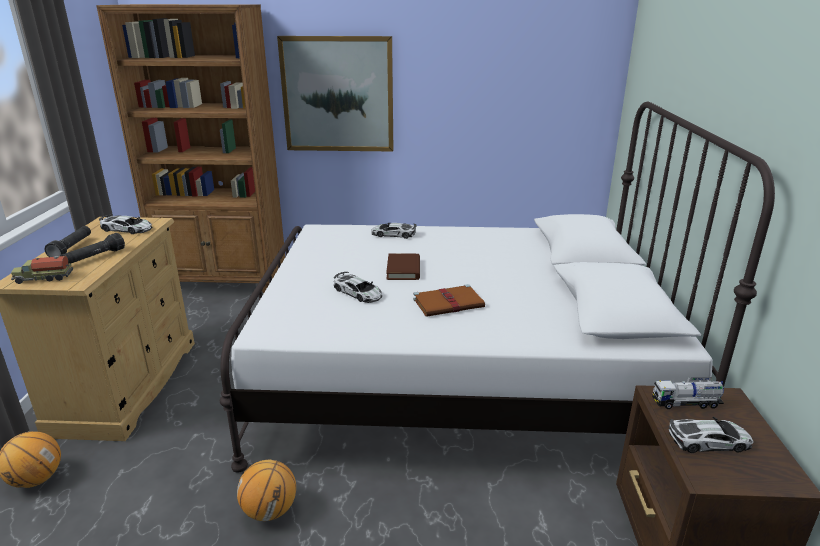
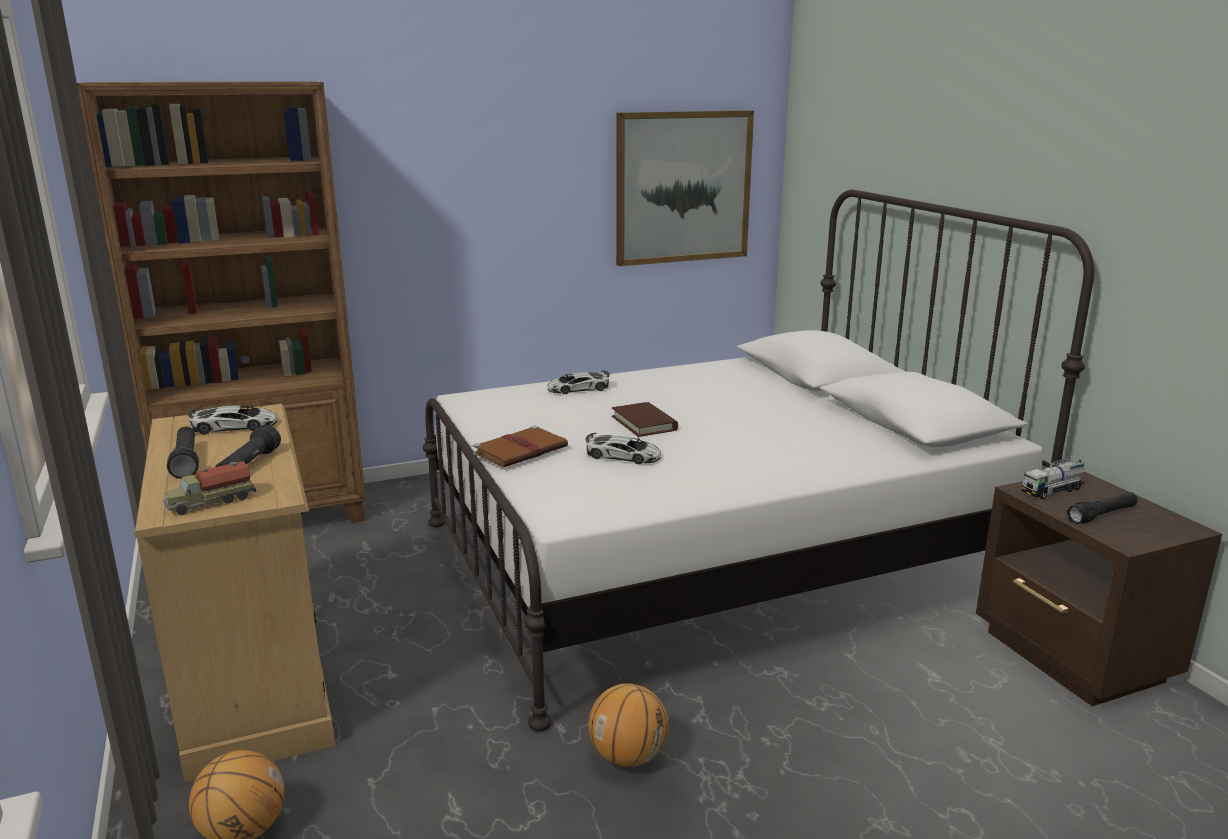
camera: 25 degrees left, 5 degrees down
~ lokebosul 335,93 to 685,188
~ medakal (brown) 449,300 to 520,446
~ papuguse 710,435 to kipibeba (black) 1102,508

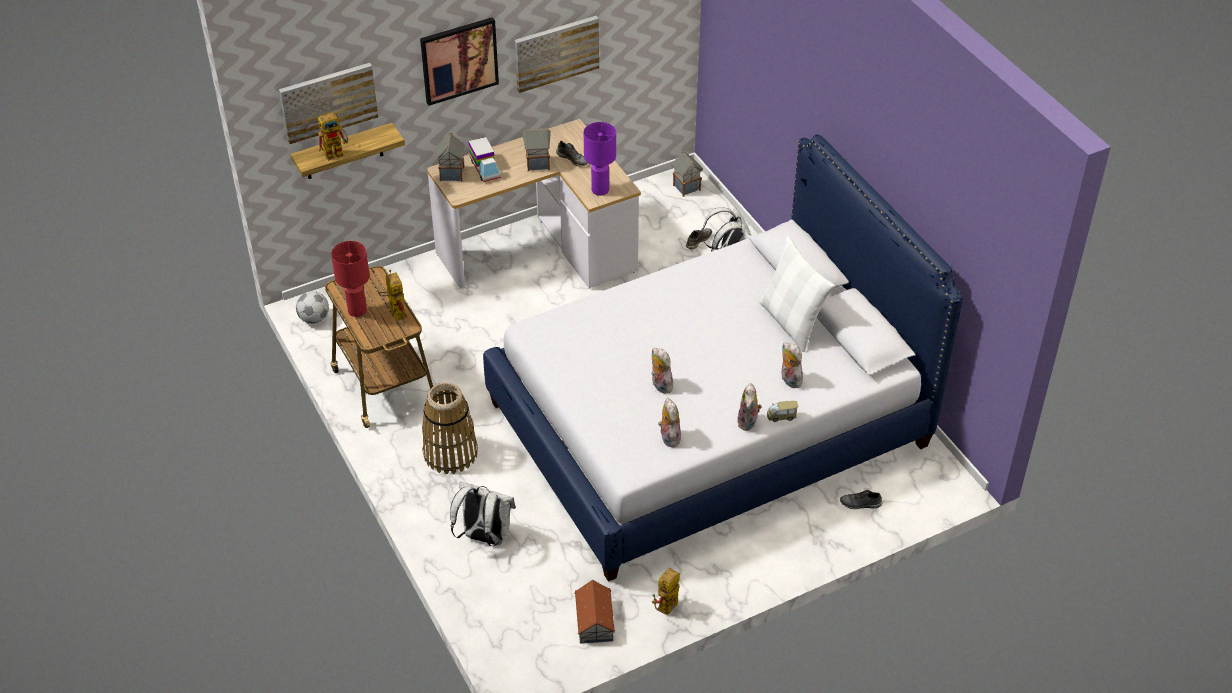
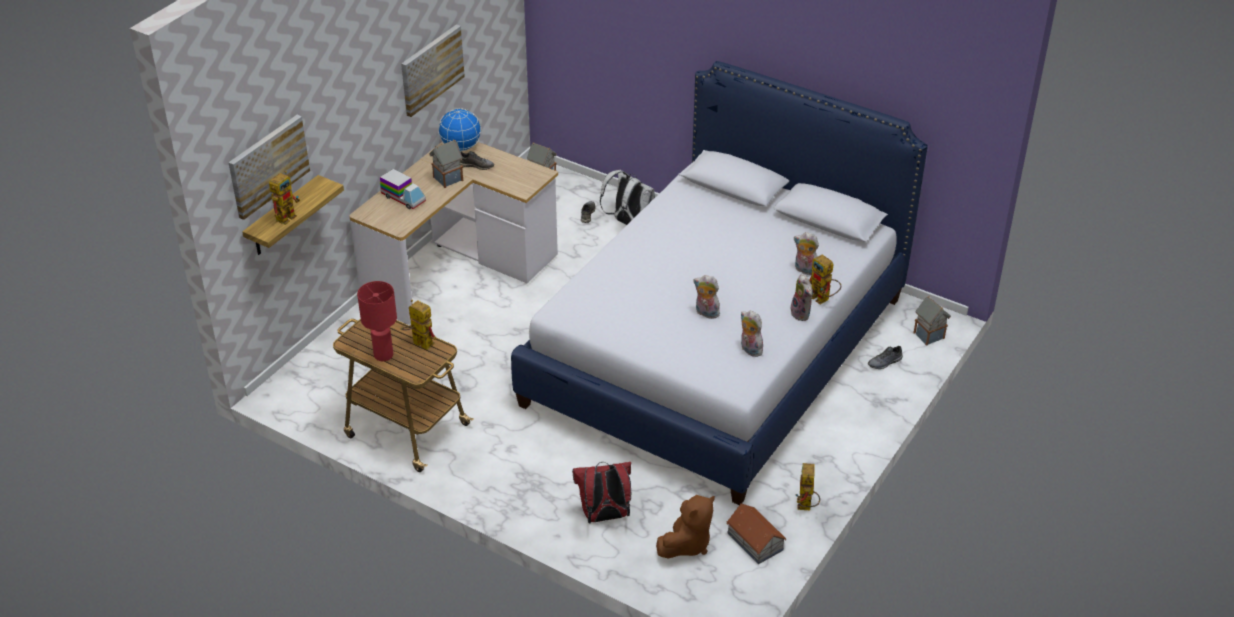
camera: 30 degrees left, 5 degrees down
- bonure 312,307
- lokebosul 459,61
- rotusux 450,428
- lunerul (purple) 600,159
- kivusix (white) 797,294
+ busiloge 459,129
+ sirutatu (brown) 685,527
~ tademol 450,157 to 932,320
~ papuguse 782,411 to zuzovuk 825,279
~ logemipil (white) 483,514 to logemipil (red) 601,493

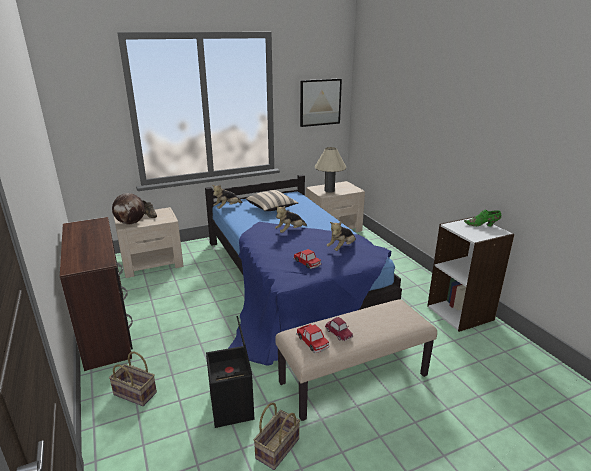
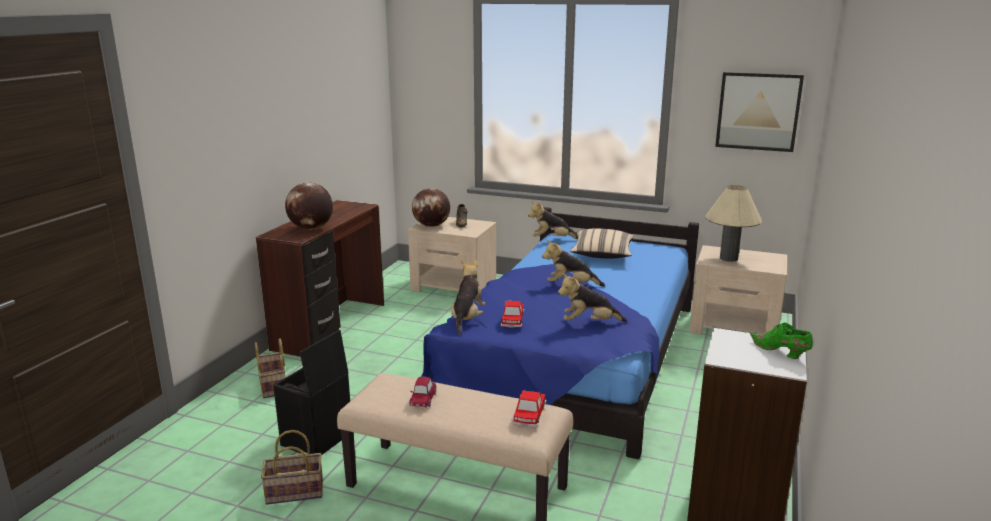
camera: 45 degrees right, 5 degrees down
+ busiloge 309,206
+ sirutatu 468,297
~ papuguse 313,338 to 529,408

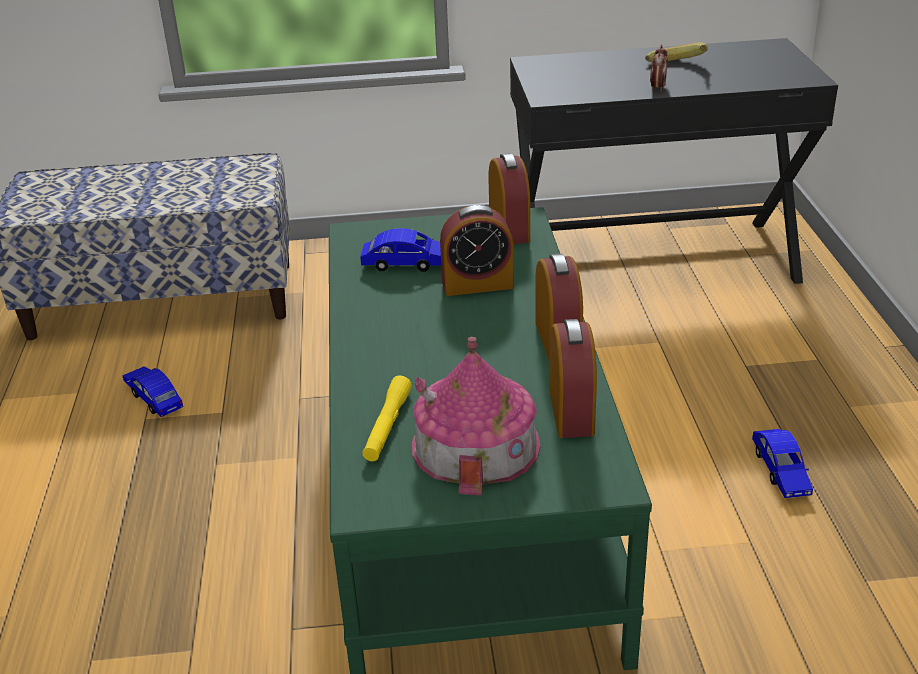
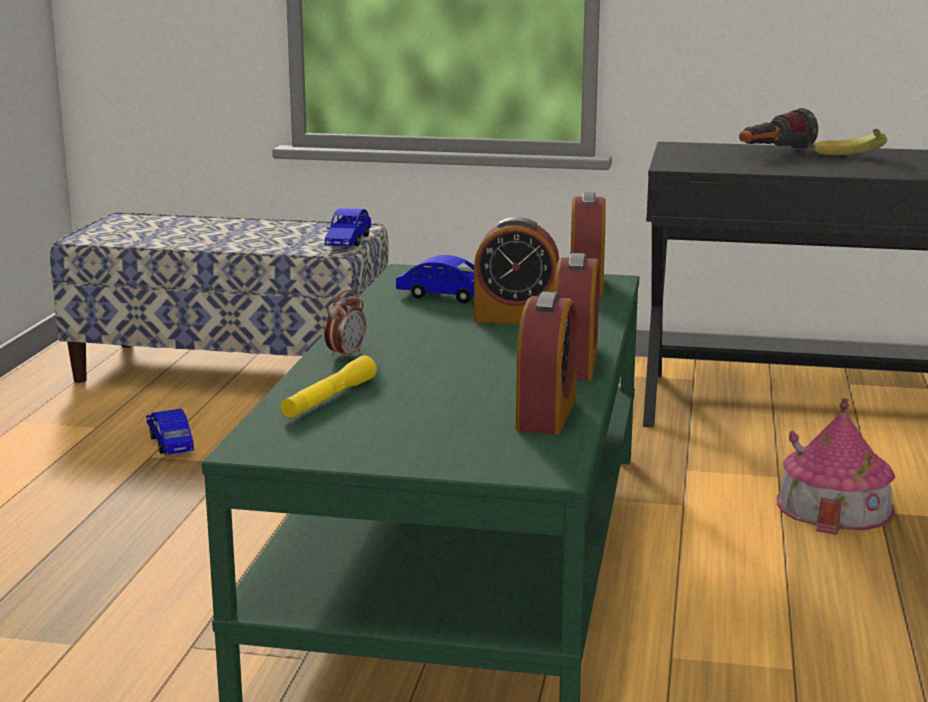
camera: 15 degrees right, 15 degrees down
+ kipibeba 778,129
~ tademol 476,416 to 836,466
~ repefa 659,68 to 345,325
~ papuguse (blue) 782,463 to 348,227

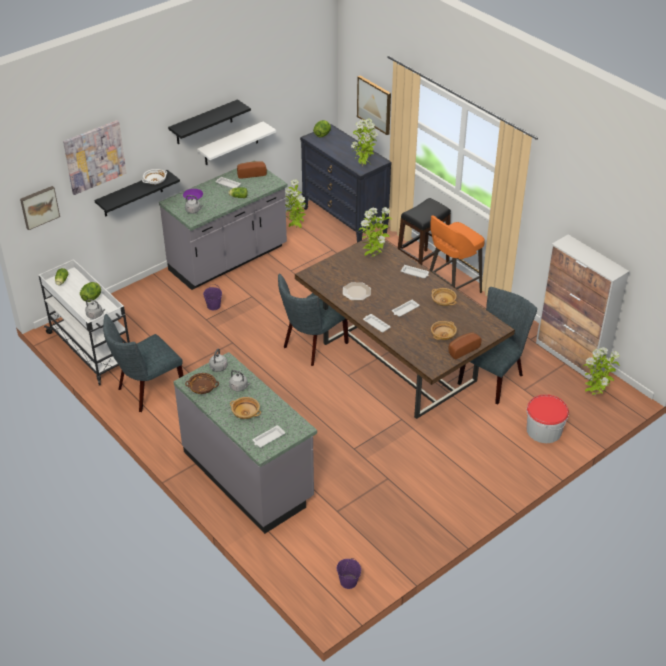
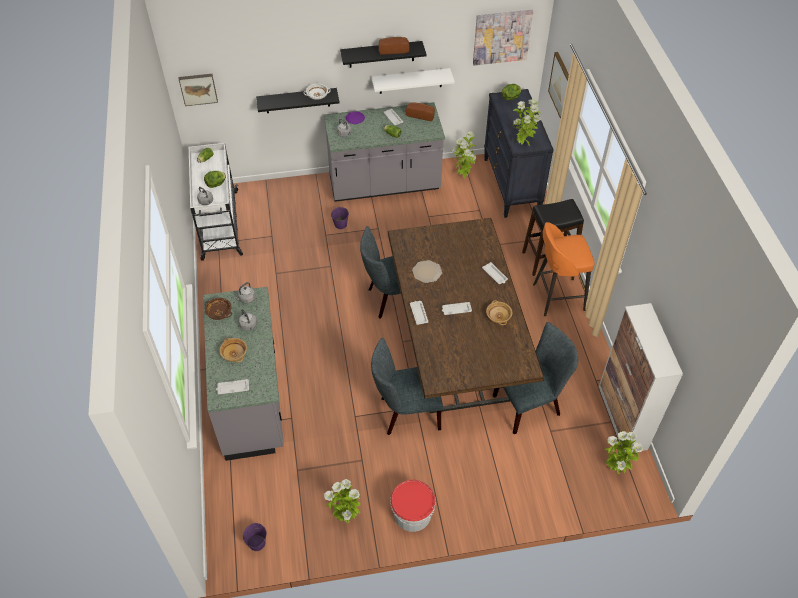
camera: 30 degrees right, 10 degrees up
- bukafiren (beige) 444,330
~ lokebosul 95,157 to 503,37
~ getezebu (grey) 143,363 to 407,386
~ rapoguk 375,232 to 342,501
~ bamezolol 465,346 to 394,46
~ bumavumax 547,418 to 413,506

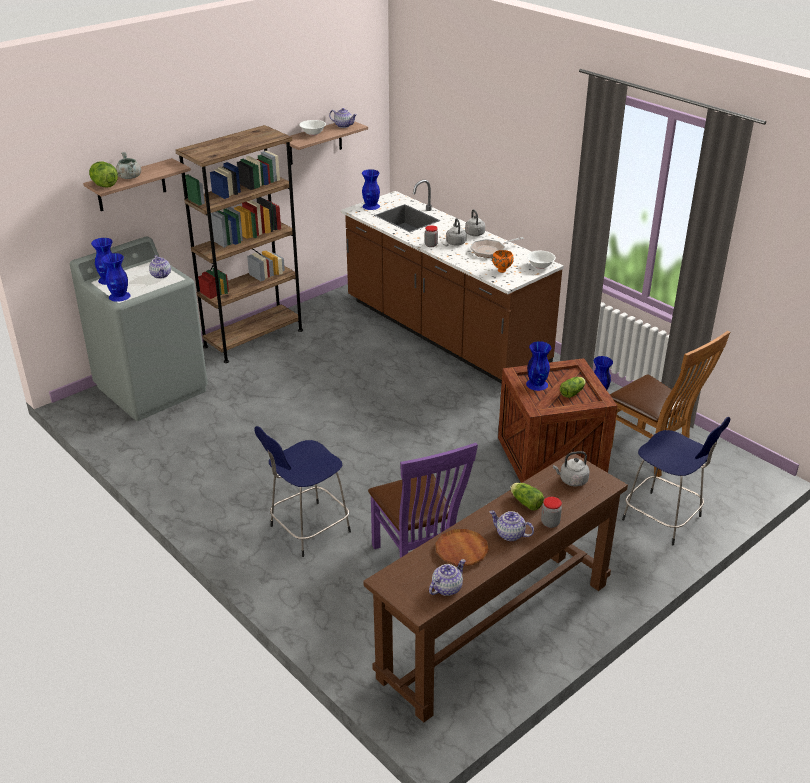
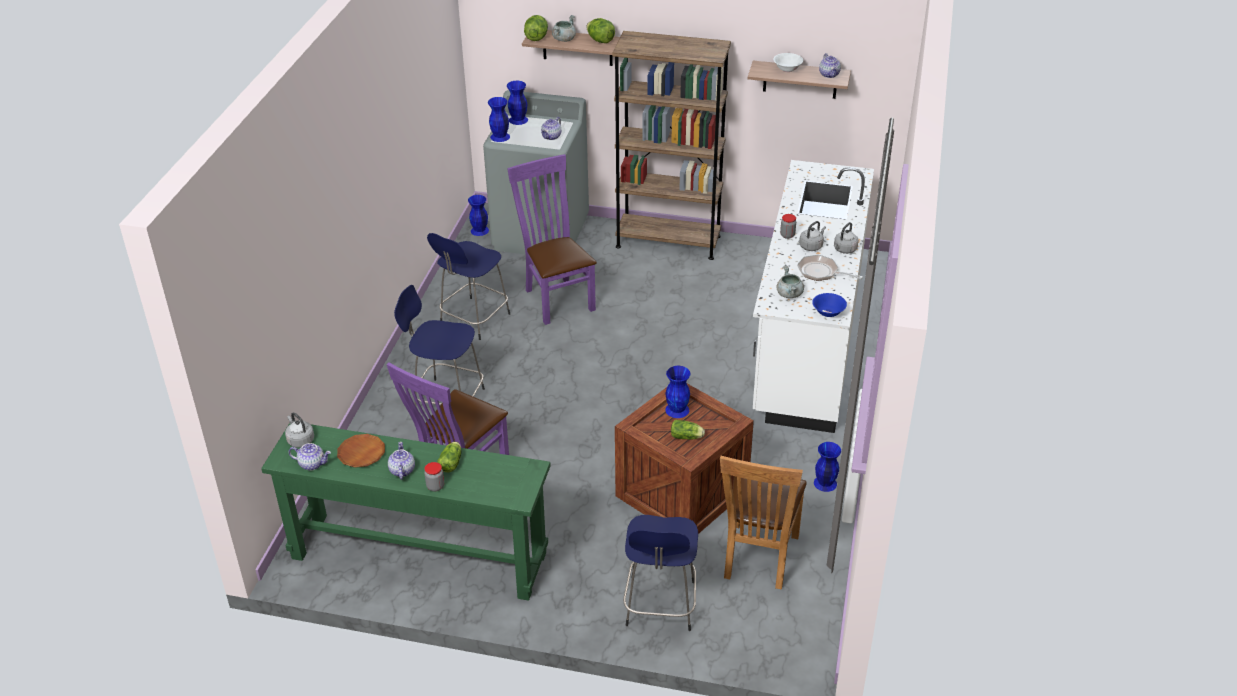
camera: 55 degrees right, 5 degrees up
+ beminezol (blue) 468,286
+ getezebu (purple) 552,239
+ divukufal 600,30
~ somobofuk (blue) 371,189 to 478,215
~ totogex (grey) 571,468 to 299,430
~ bukafiren (orange) 503,261 to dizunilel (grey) 790,282
~ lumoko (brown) 452,282 to lumoko (white) 813,296
~ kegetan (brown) 495,588 to kegetan (green) 405,512
~ bukafiren (white) 541,260 to bukafiren (blue) 829,305

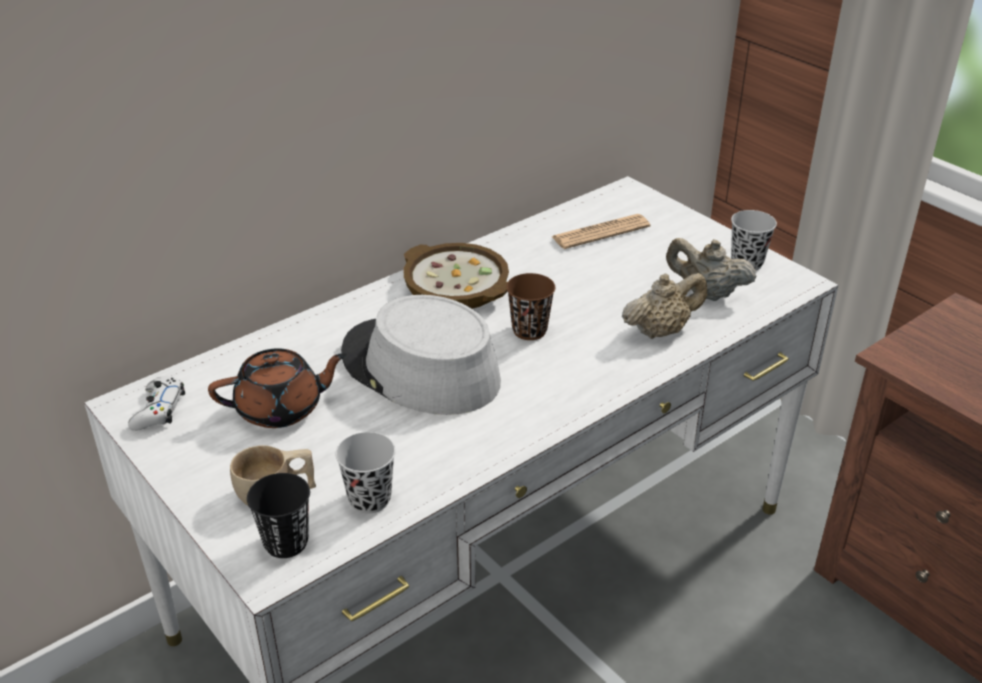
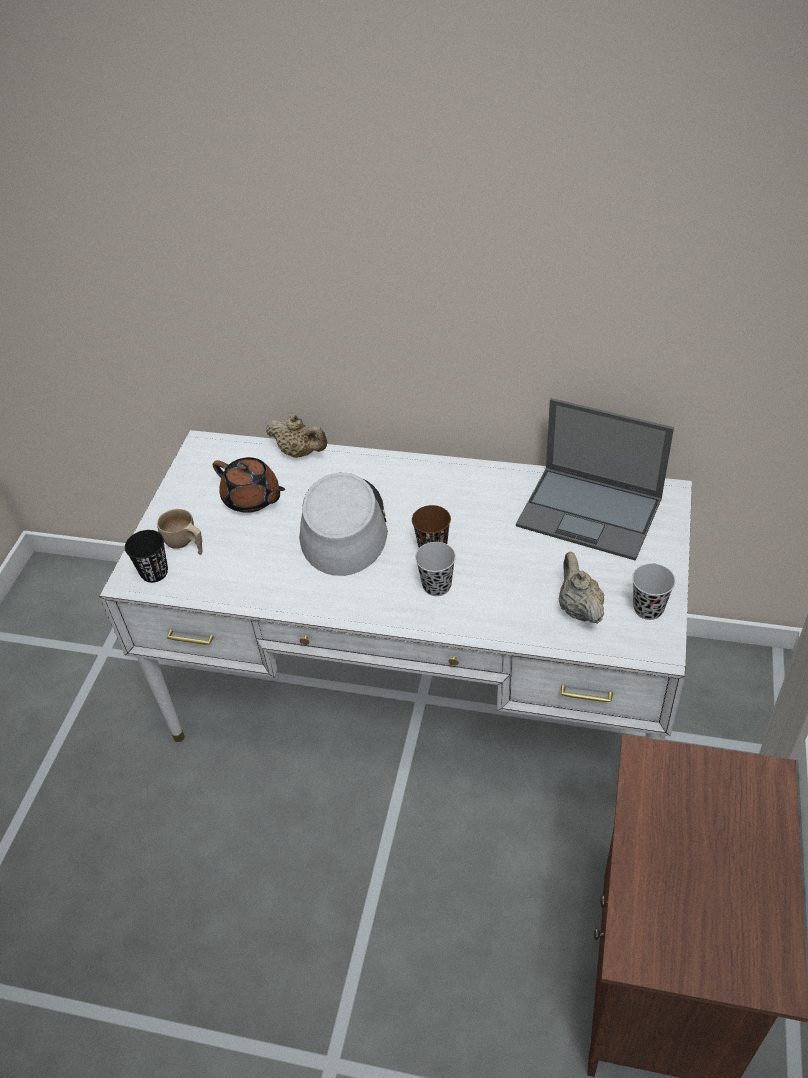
camera: 55 degrees right, 10 degrees up
- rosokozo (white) 156,403
- bukafiren 456,276
~ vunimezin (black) 366,473 to 435,569
~ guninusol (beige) 664,306 to 296,436
~ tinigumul 601,231 to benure 595,479

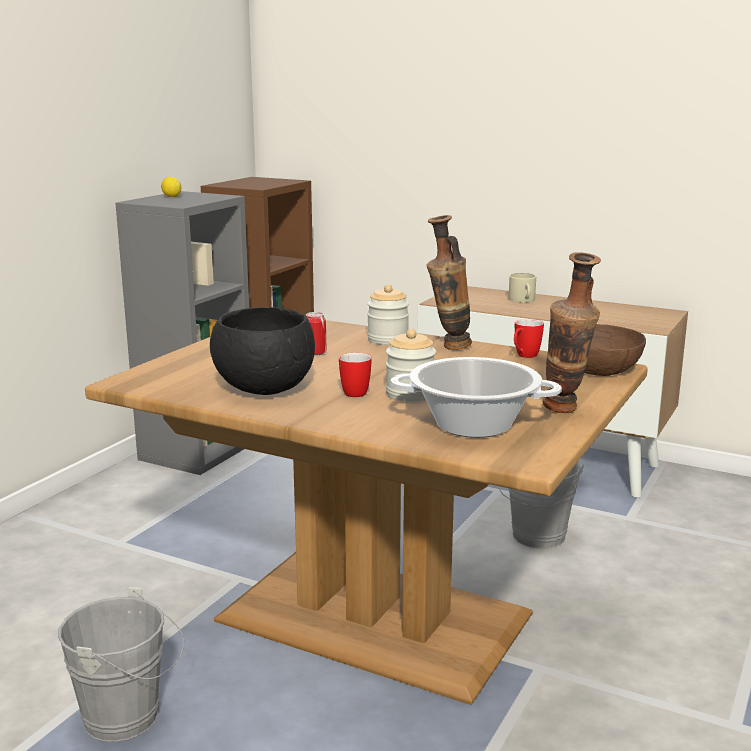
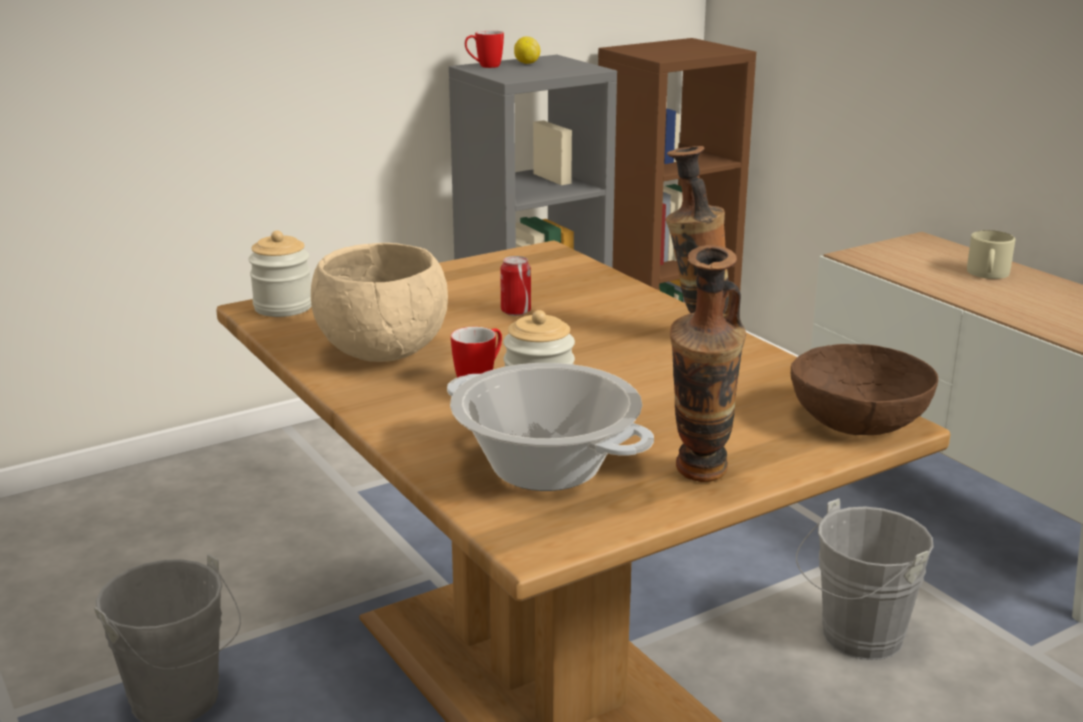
camera: 30 degrees right, 5 degrees up
~ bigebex 388,314 to 280,273
~ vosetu 529,338 to 484,49
~ bukafiren (black) 262,351 to bukafiren (beige) 379,302

